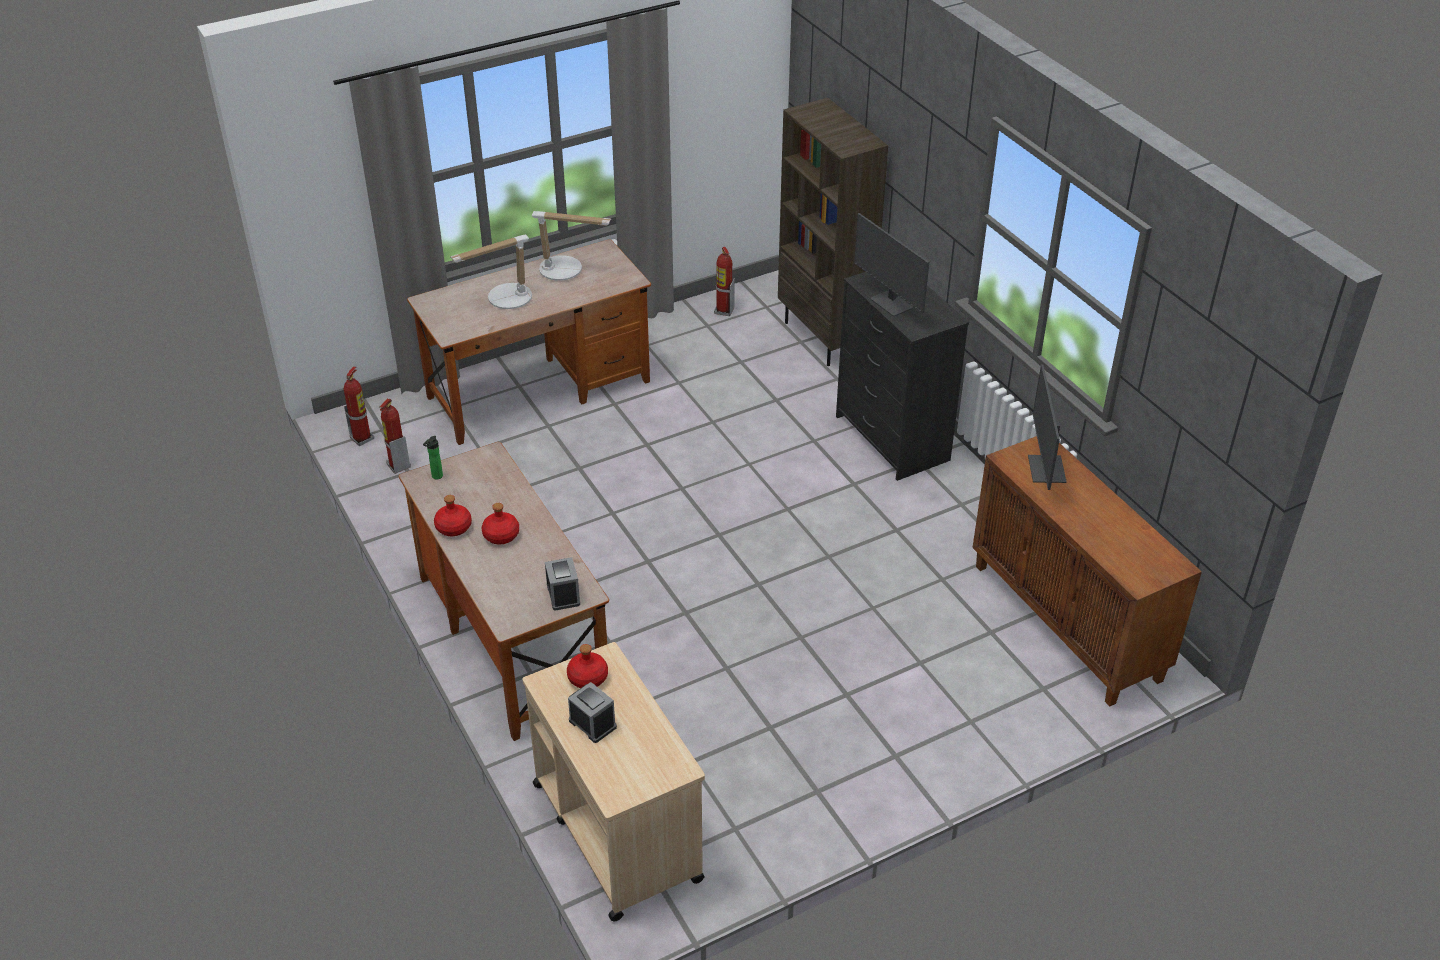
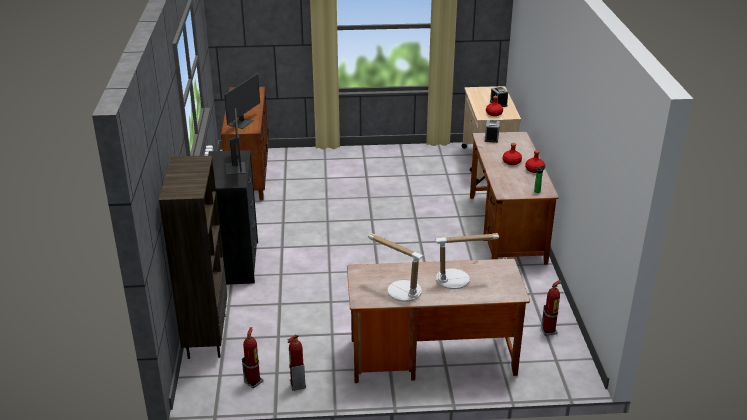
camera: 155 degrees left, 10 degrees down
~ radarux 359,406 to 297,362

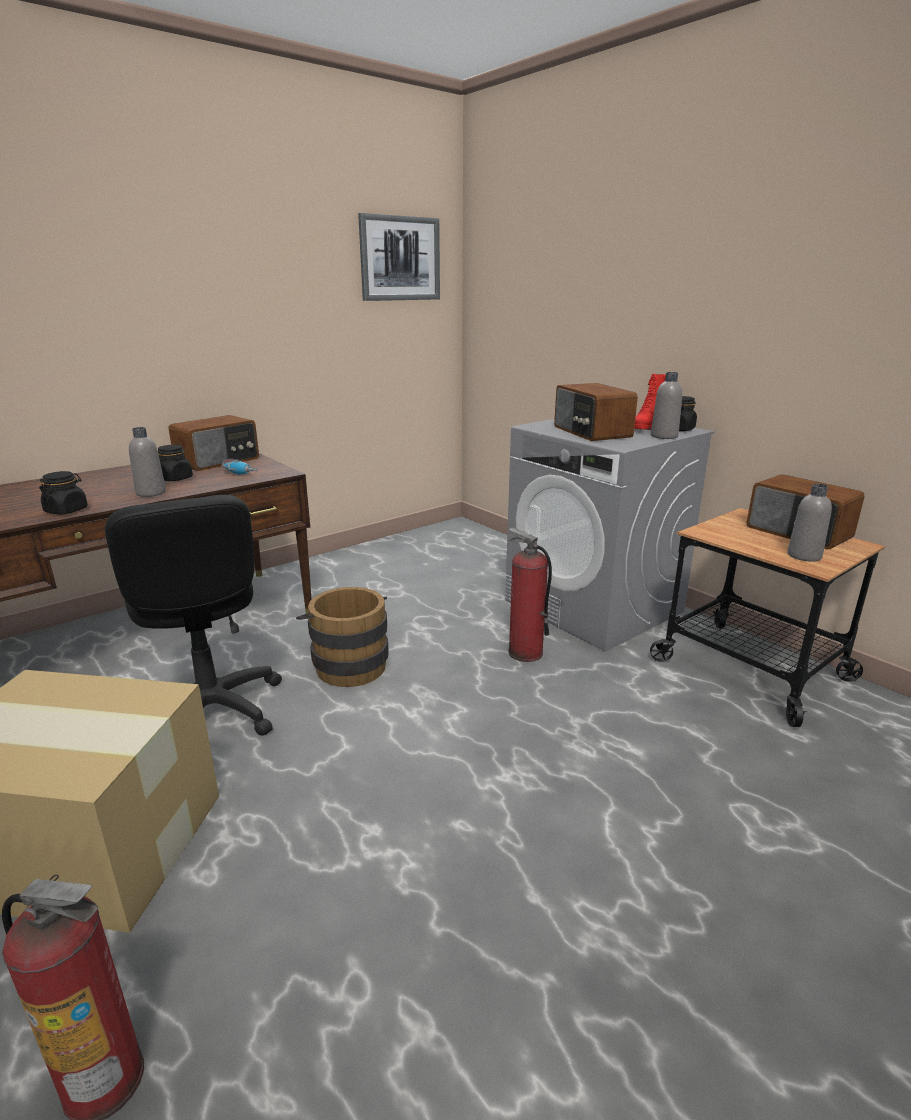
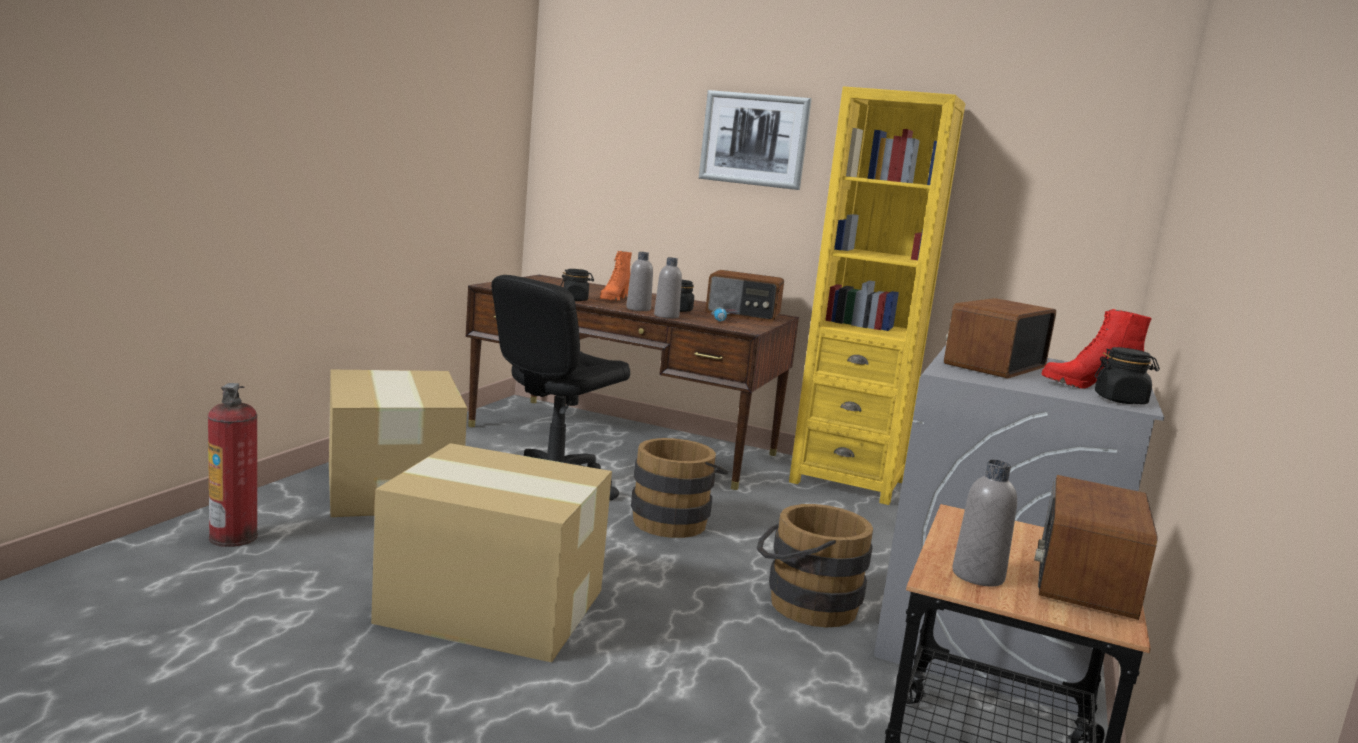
camera: 60 degrees right, 10 degrees down
+ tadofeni 491,552
+ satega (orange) 616,276
+ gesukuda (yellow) 877,295
~ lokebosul 399,257 to 755,140
~ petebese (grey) 667,405 to 668,288
~ radarux 530,594 to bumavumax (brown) 815,565

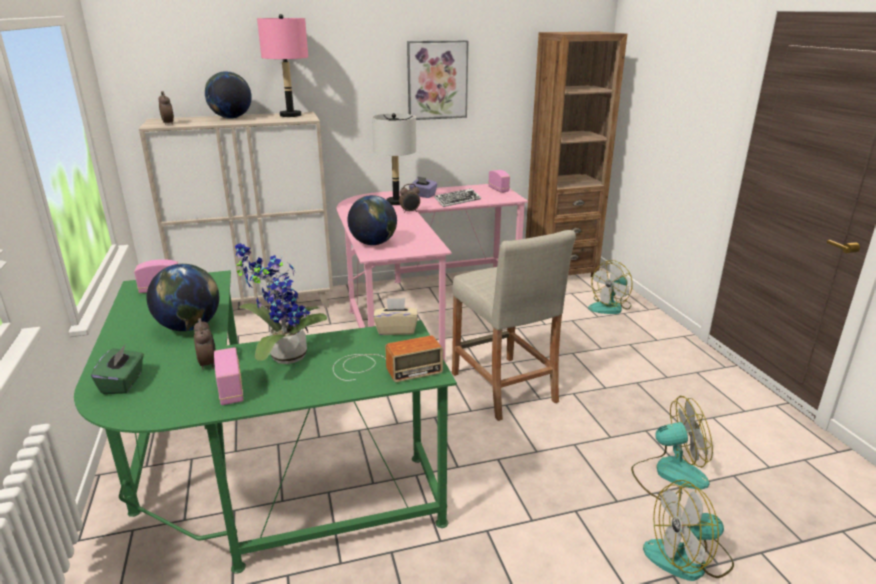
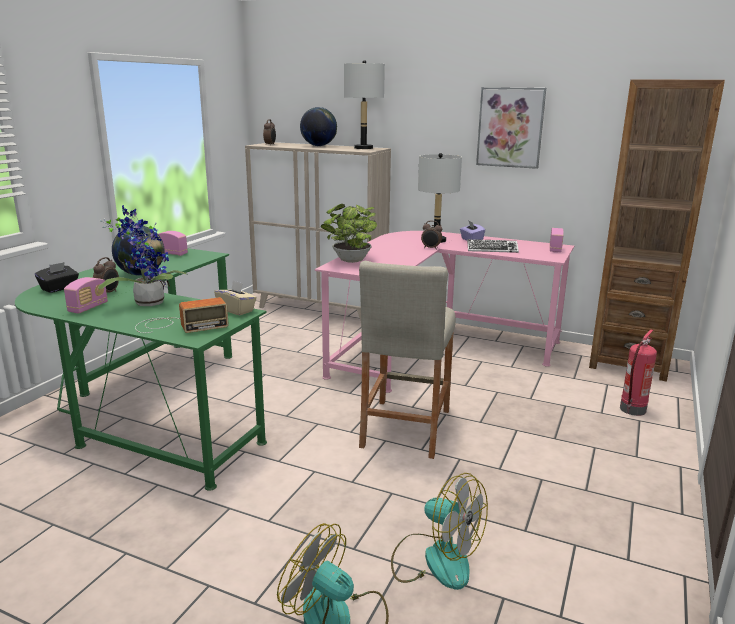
camera: 40 degrees right, 5 degrees down
~ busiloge 372,220 to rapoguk 349,233
~ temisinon 610,287 to radarux 638,373
~ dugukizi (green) 117,369 to dugukizi (black) 57,277
~ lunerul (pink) 282,65 to lunerul (grey) 364,104
~ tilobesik 388,358 = 182,315 45 degrees counterclockwise

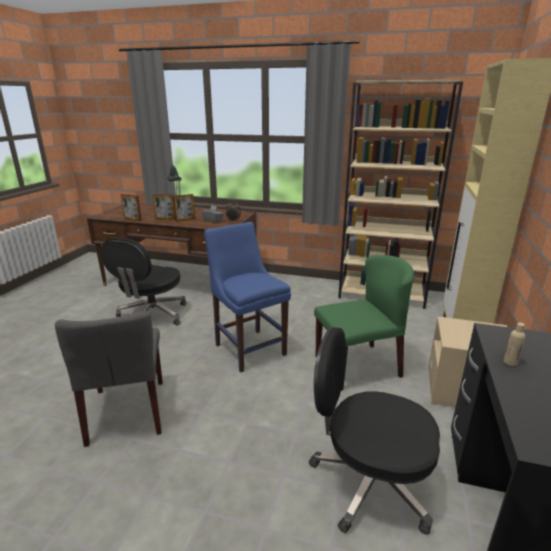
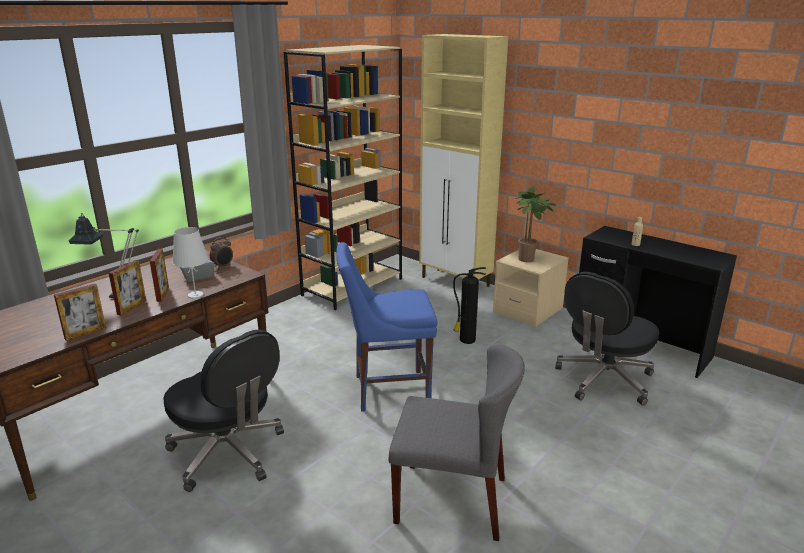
camera: 65 degrees left, 0 degrees up
+ lunerul (white) 190,263
+ rapoguk 536,224
~ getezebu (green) 364,323 to radarux 469,305

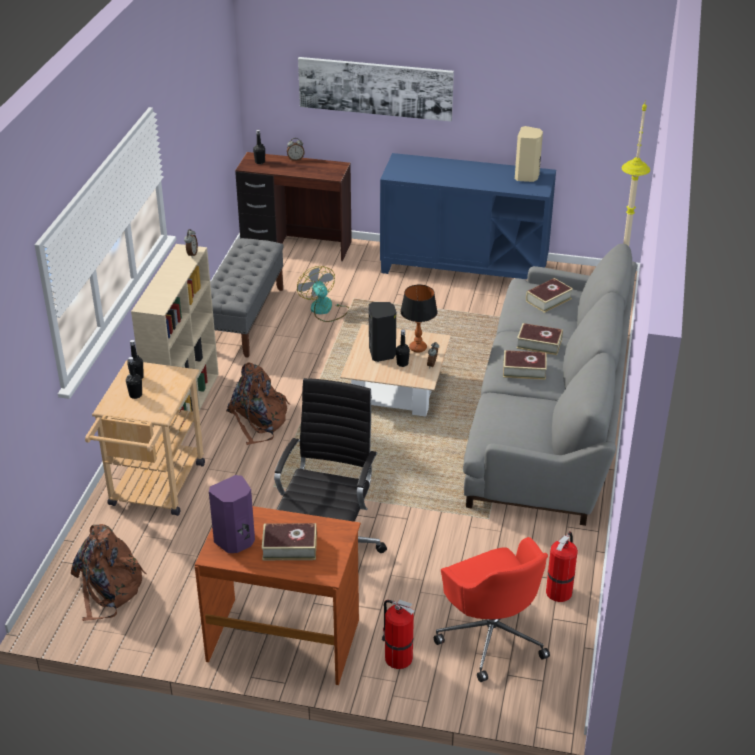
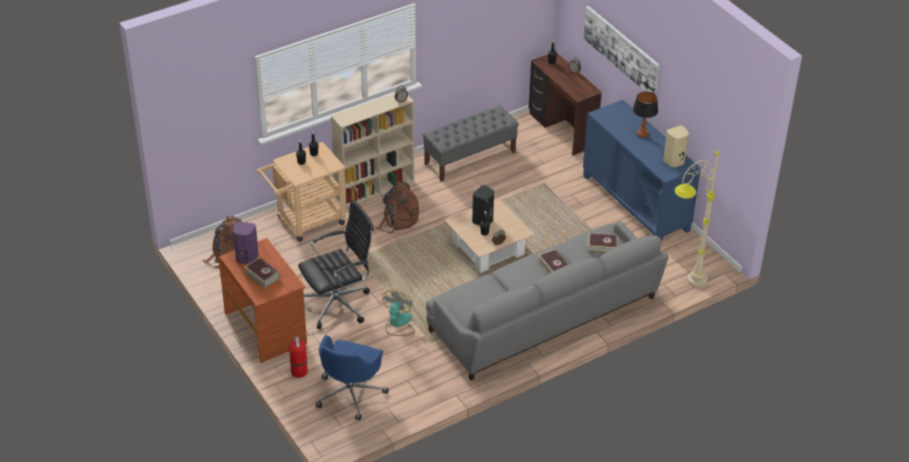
camera: 45 degrees right, 5 degrees up
- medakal 525,365
- radarux 562,566
~ temisinon 323,294 to 398,312
~ lunerul 419,319 to 645,115
~ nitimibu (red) 492,609 to nitimibu (blue) 352,377

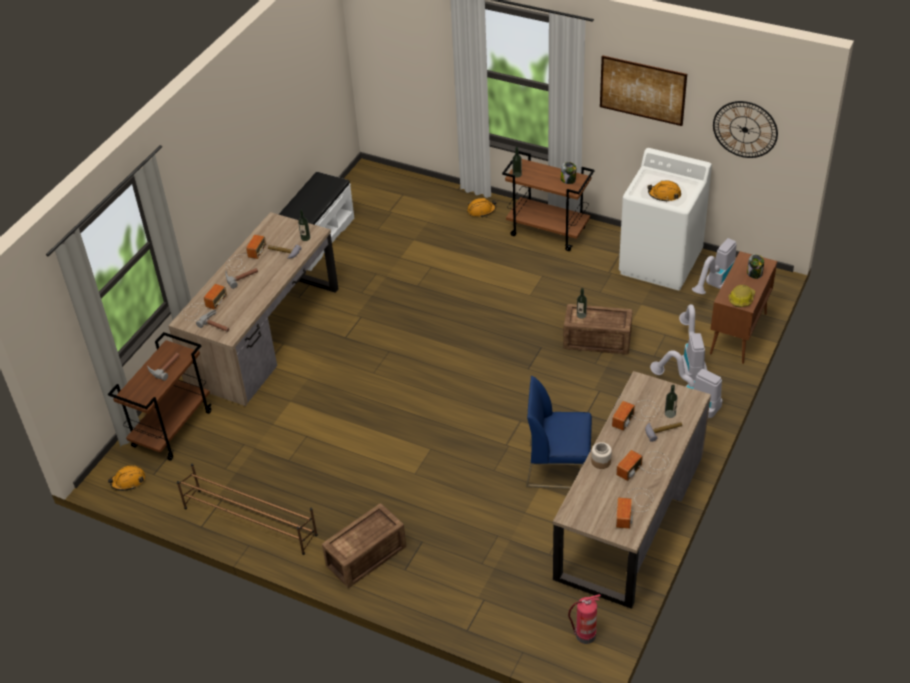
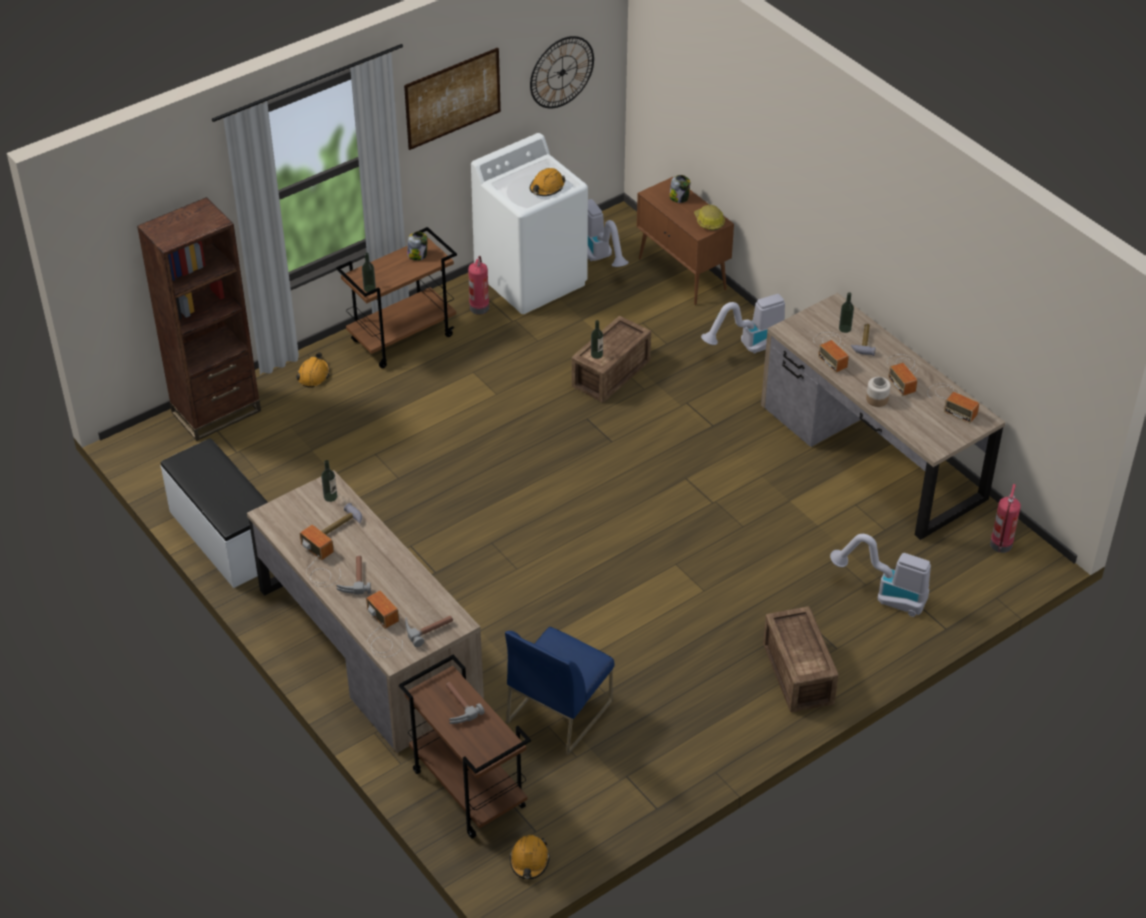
camera: 65 degrees left, 0 degrees up
- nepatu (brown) 247,509
+ gesukuda (brown) 199,319
+ radarux 478,285
~ getezebu (blue) 559,433 to 559,691
~ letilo 693,342 to 880,575

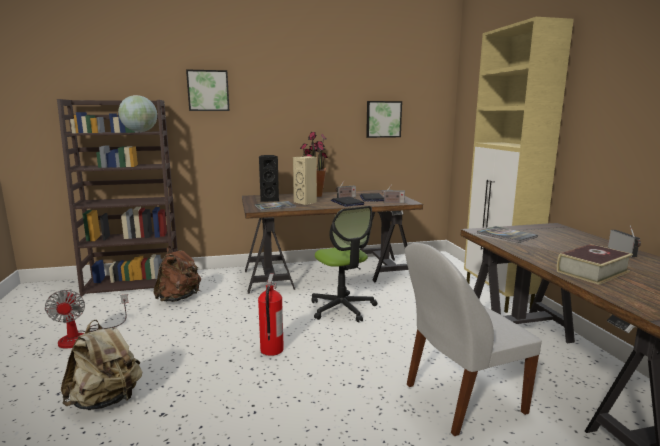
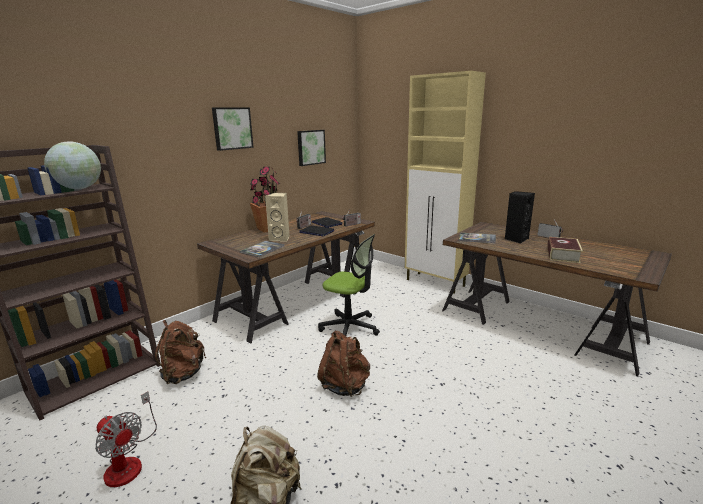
camera: 35 degrees left, 5 degrees up
- getezebu (white) 473,339
~ lokebosul 208,90 to 233,129
~ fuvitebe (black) 269,178 to 519,217
~ radarux 271,314 to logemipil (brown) 343,364

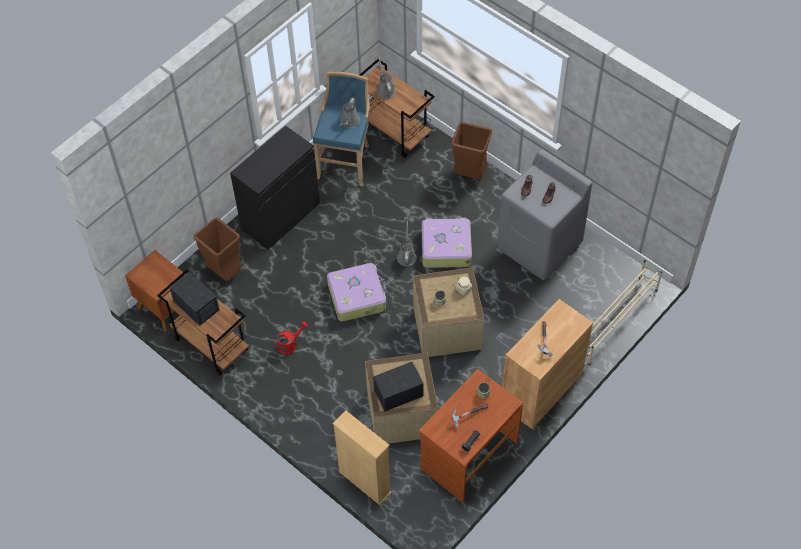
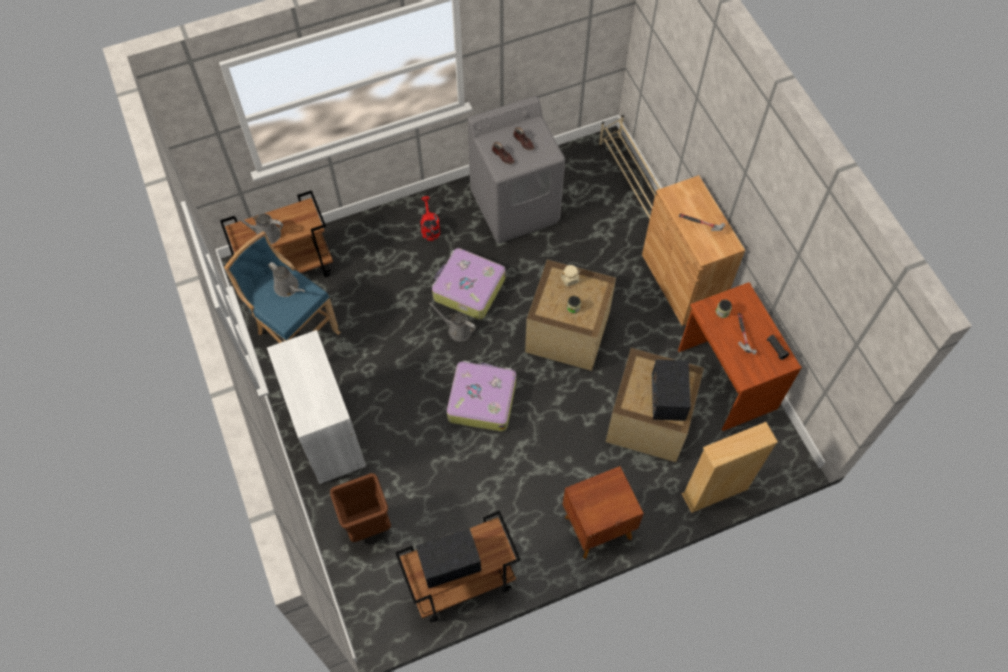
camera: 65 degrees left, 5 degrees up
- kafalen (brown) 472,151
~ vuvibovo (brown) 154,291 to 603,512
~ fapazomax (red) 291,338 to 430,218
~ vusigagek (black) 275,188 to vusigagek (white) 316,407

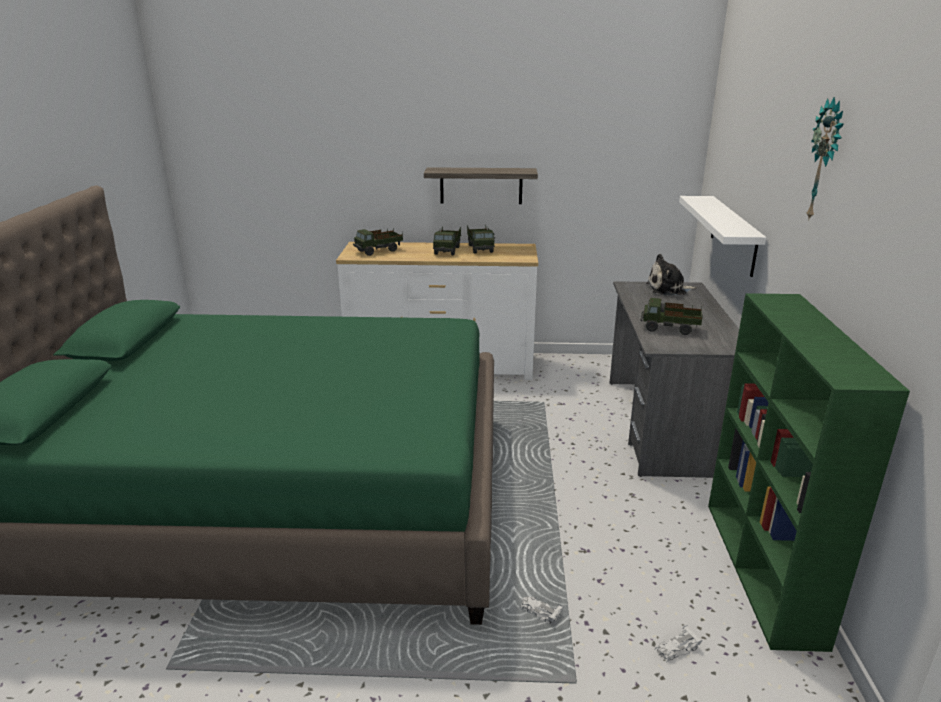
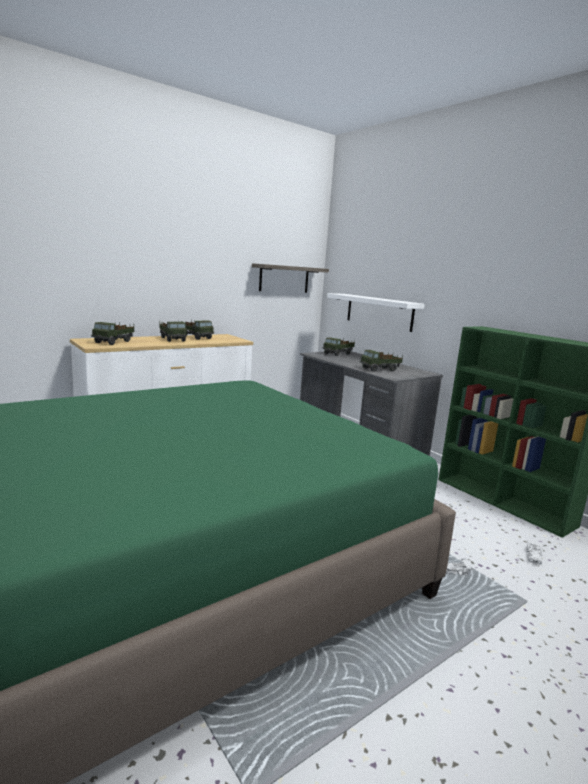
camera: 40 degrees left, 10 degrees down
- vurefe 825,159
~ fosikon 481,185 to 290,278
~ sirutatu 671,274 to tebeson 339,346

